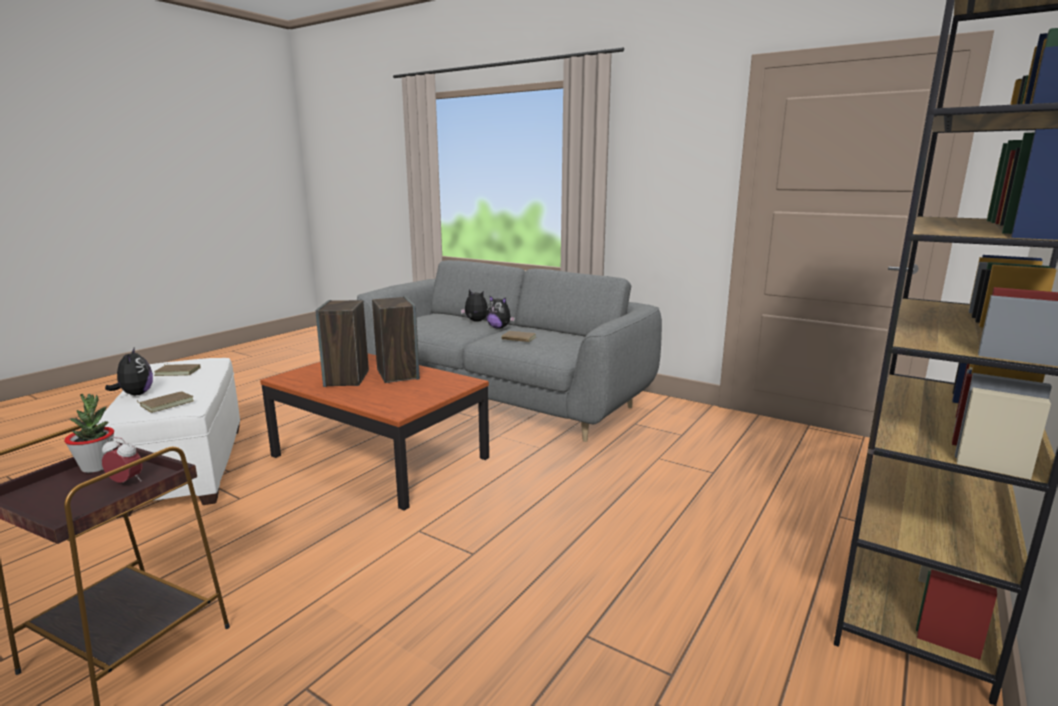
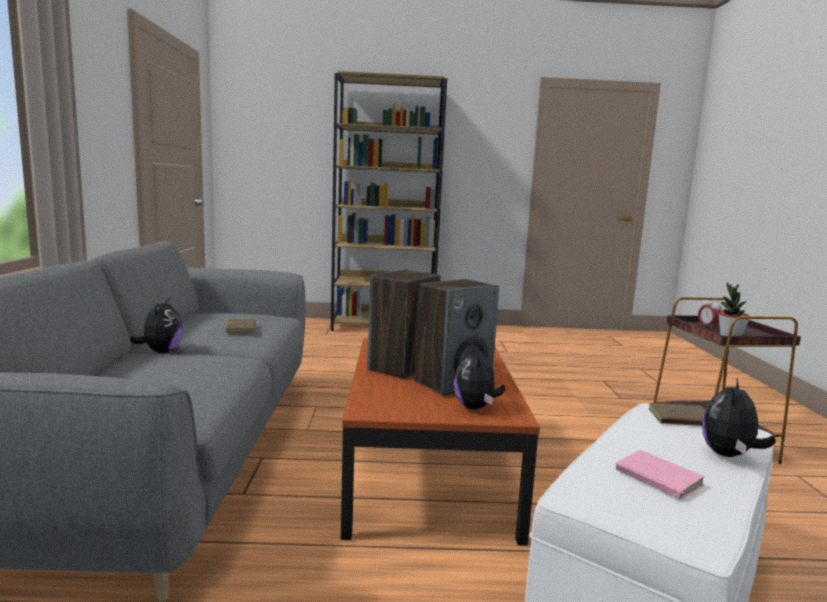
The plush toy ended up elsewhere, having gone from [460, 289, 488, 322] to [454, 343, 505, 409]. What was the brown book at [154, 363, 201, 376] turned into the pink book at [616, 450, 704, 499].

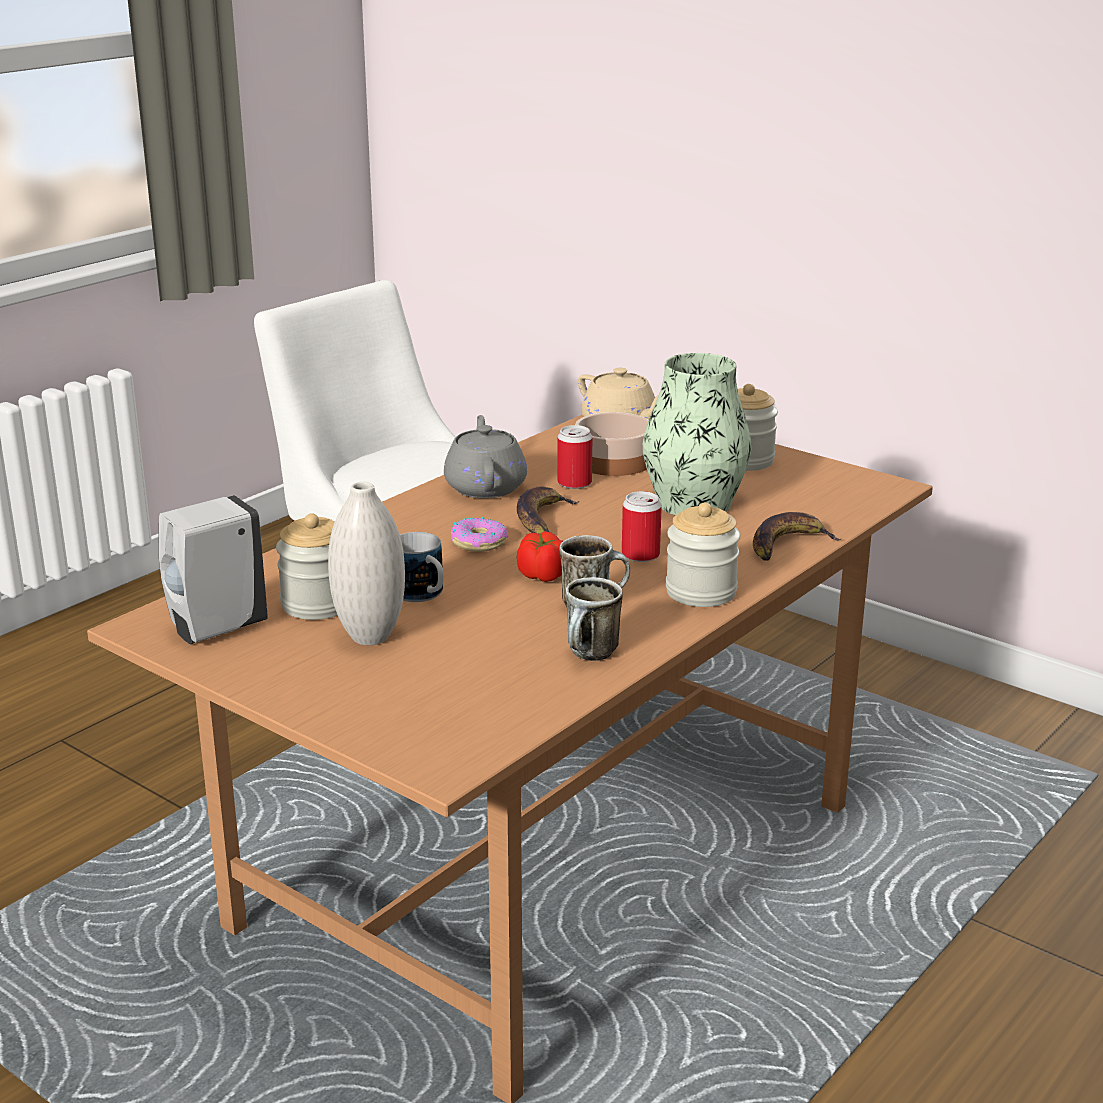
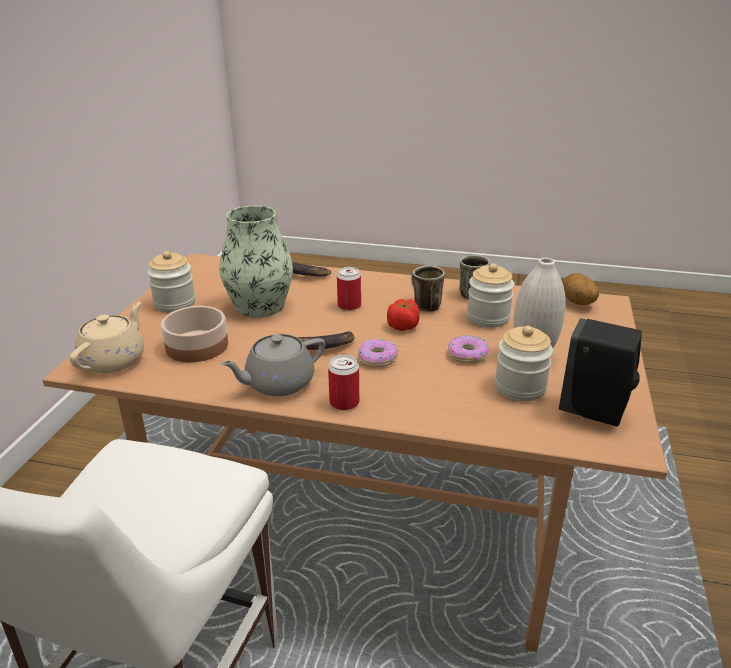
The can ended up elsewhere, having gone from [557, 425, 593, 489] to [328, 355, 359, 411]. What was the white soap dispenser at [159, 495, 268, 644] turned into the black soap dispenser at [559, 318, 642, 426]. The jar ended up elsewhere, having gone from [666, 502, 740, 607] to [467, 263, 514, 328]. Where the mug stood at [400, 532, 444, 602], the donut came to stand at [448, 335, 490, 363]. The second view gained the potato at [563, 273, 599, 305].

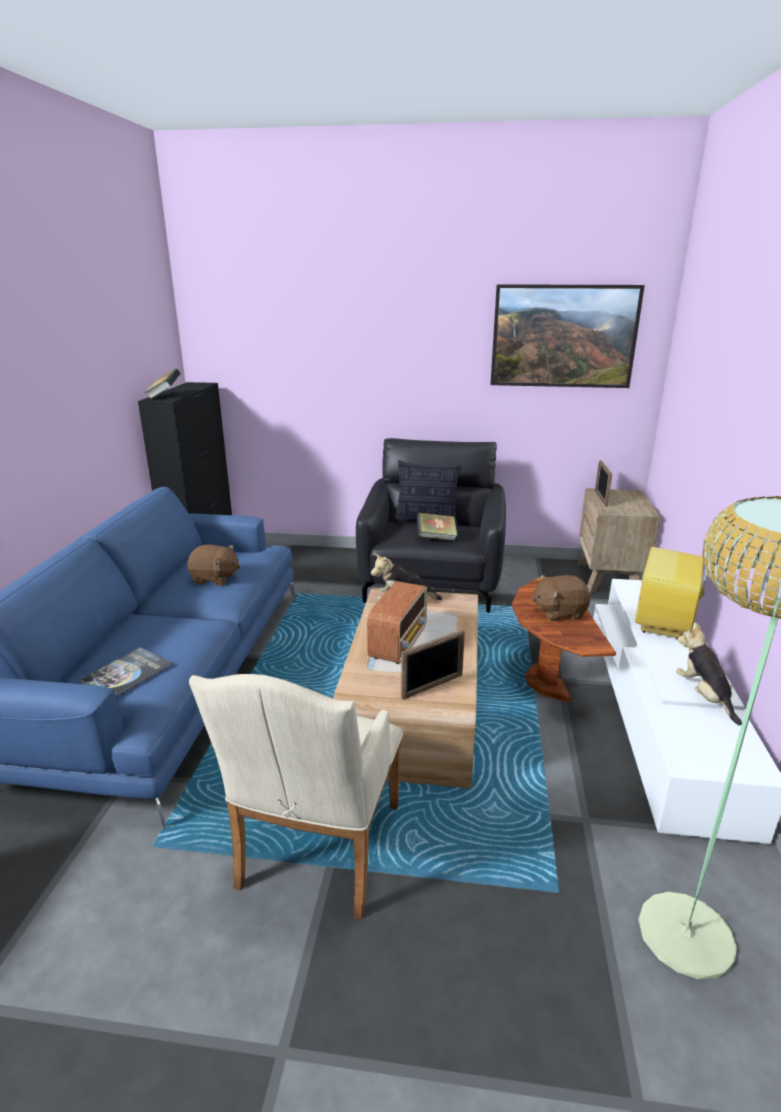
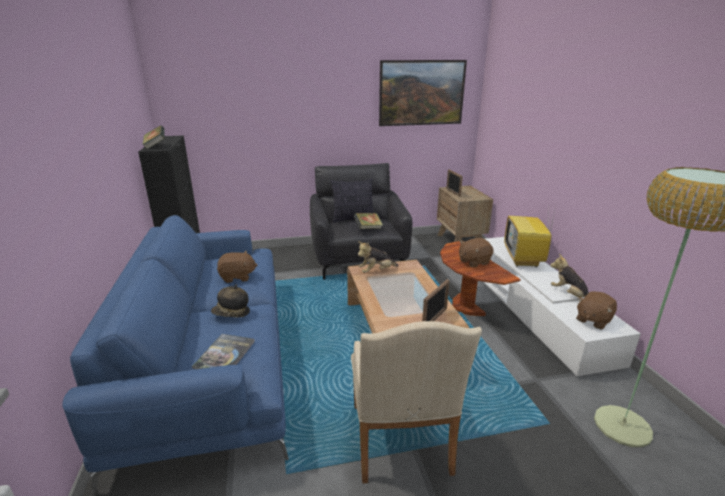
The second view lost the radio at [367, 581, 427, 664]. The second view gained the hat at [211, 284, 250, 317]. The second view gained the brown plush toy at [576, 292, 617, 329].

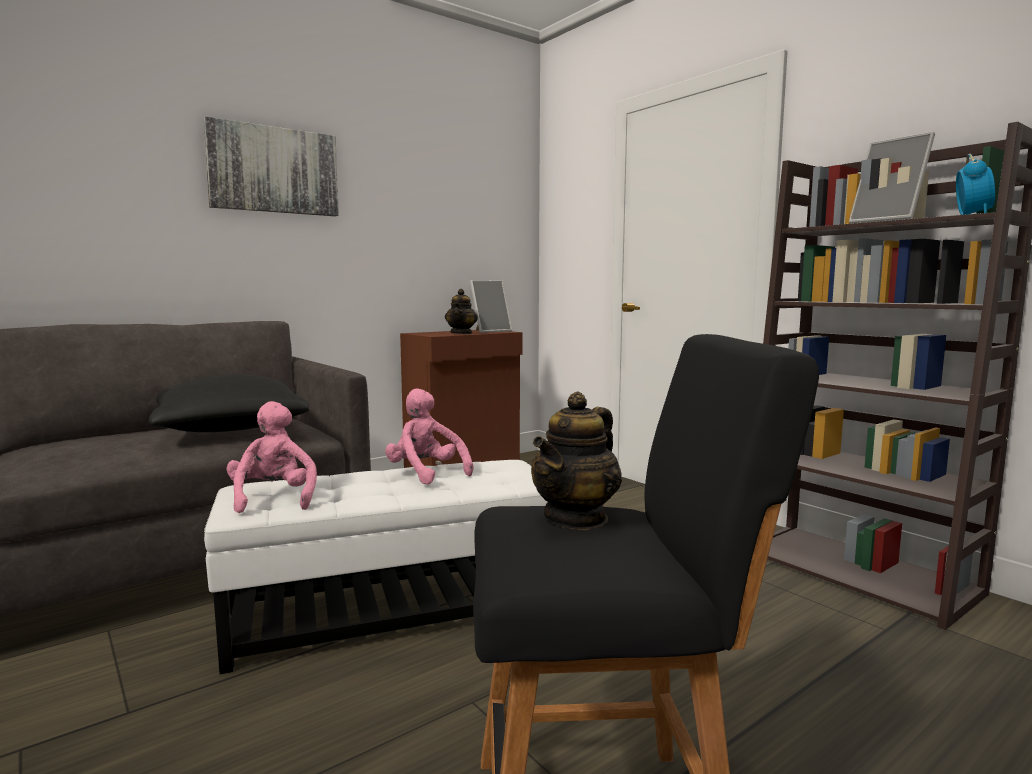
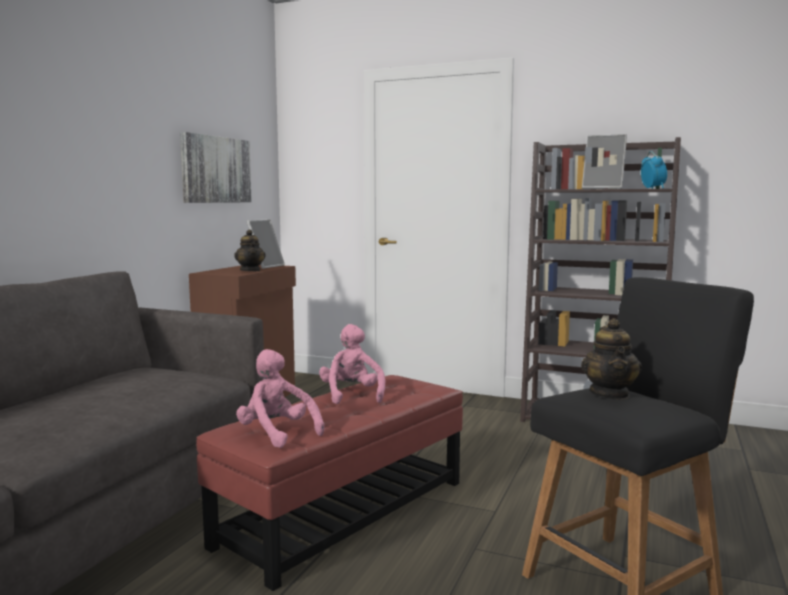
The picture ended up elsewhere, having gone from [203, 116, 339, 216] to [180, 132, 252, 203]. The second view lost the black pillow at [149, 374, 309, 432]. The pink plush toy at [385, 388, 473, 485] ended up facing another way, 60 degrees clockwise from before. What was the white ottoman at [204, 460, 547, 674] turned into the red ottoman at [196, 375, 463, 591].

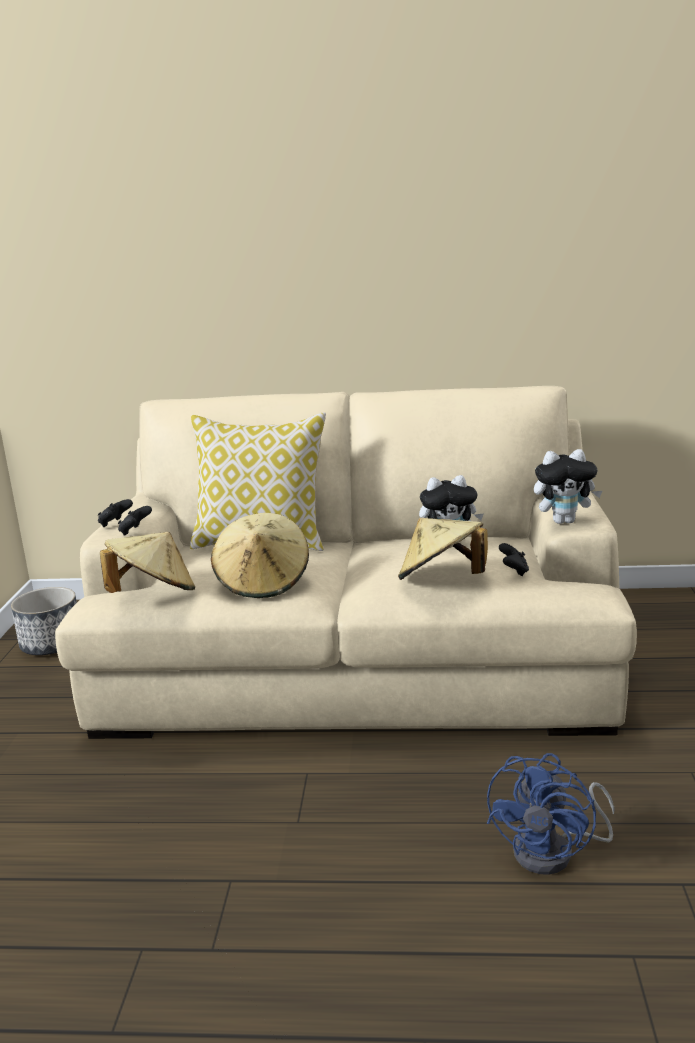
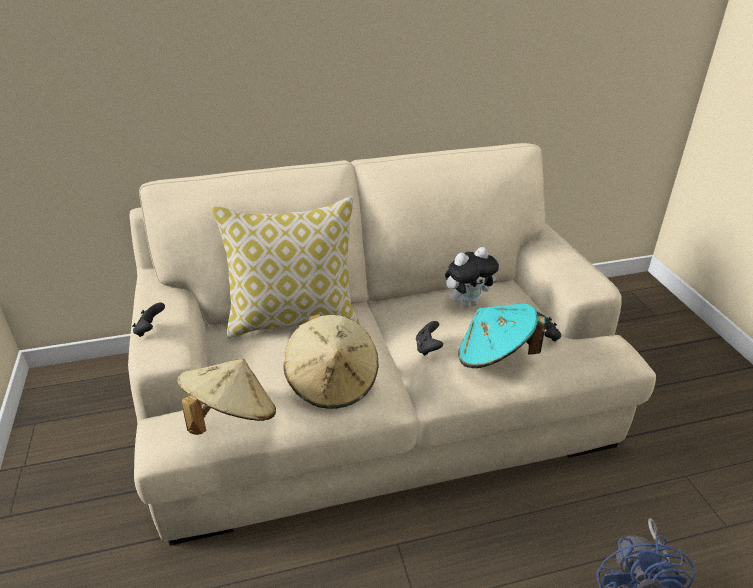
The second view lost the plush toy at [534, 449, 602, 524]. The black game controller ended up elsewhere, having gone from [118, 506, 152, 536] to [416, 321, 443, 356]. What was the beige hat at [398, 518, 488, 580] turned into the turquoise hat at [458, 304, 546, 368]. The second view lost the planter at [11, 587, 77, 655].

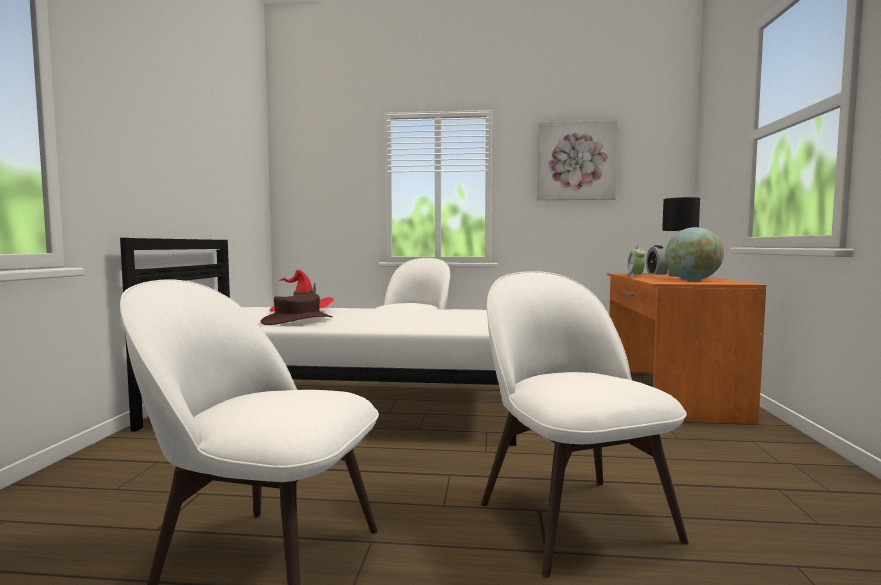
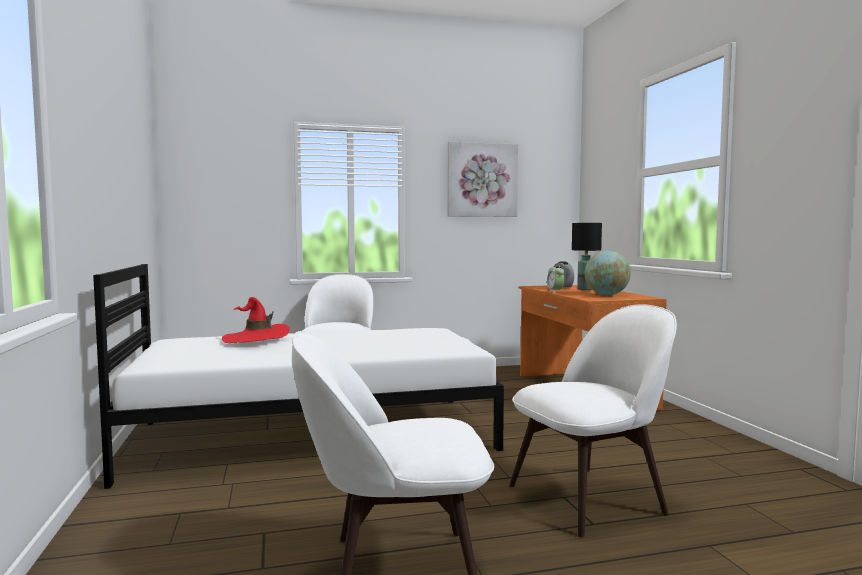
The white chair at [481, 271, 689, 578] ended up facing another way, 105 degrees clockwise from before. The second view lost the brown hat at [261, 293, 333, 325].

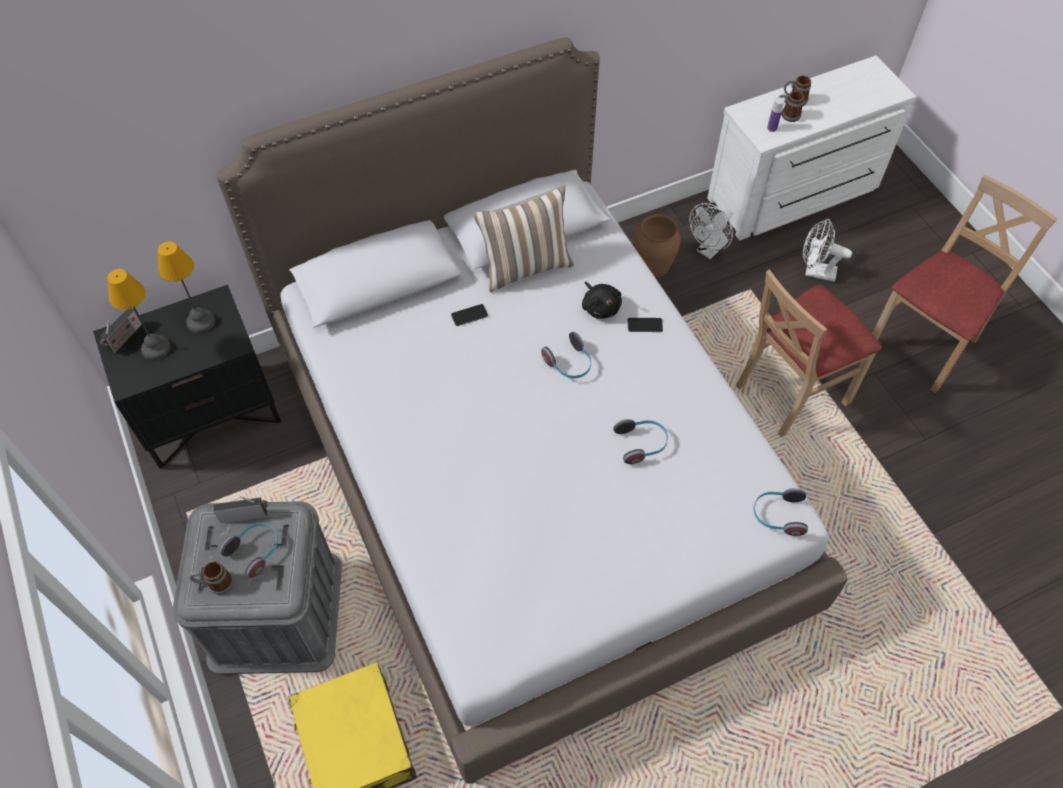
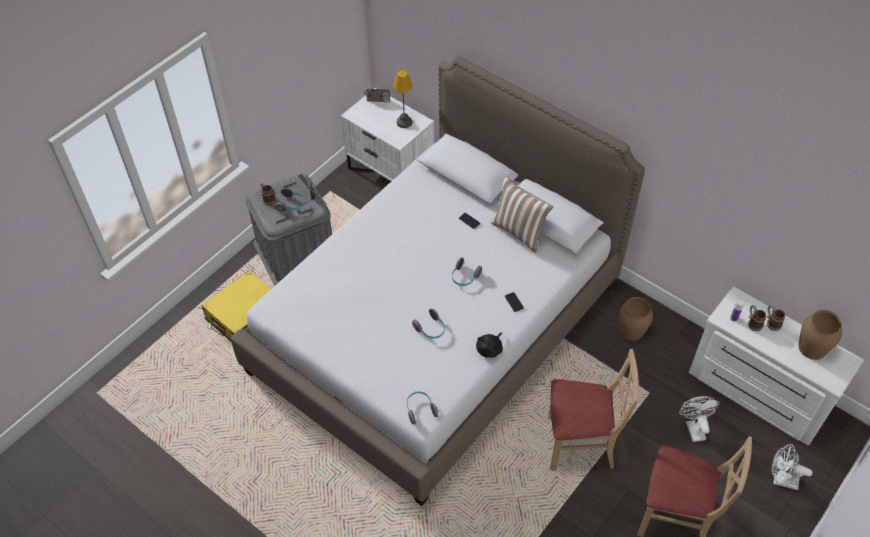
The white fan ended up elsewhere, having gone from [689, 203, 733, 259] to [772, 444, 812, 490]. The second view lost the table lamp at [107, 269, 171, 360]. The beige chair at [736, 269, 882, 437] ended up facing another way, 150 degrees clockwise from before. The black plush toy ended up elsewhere, having gone from [582, 281, 622, 319] to [476, 333, 503, 358]. What was the black nightstand at [93, 285, 281, 469] turned into the white nightstand at [341, 88, 434, 181]. The second view gained the brown vase at [799, 310, 842, 360].

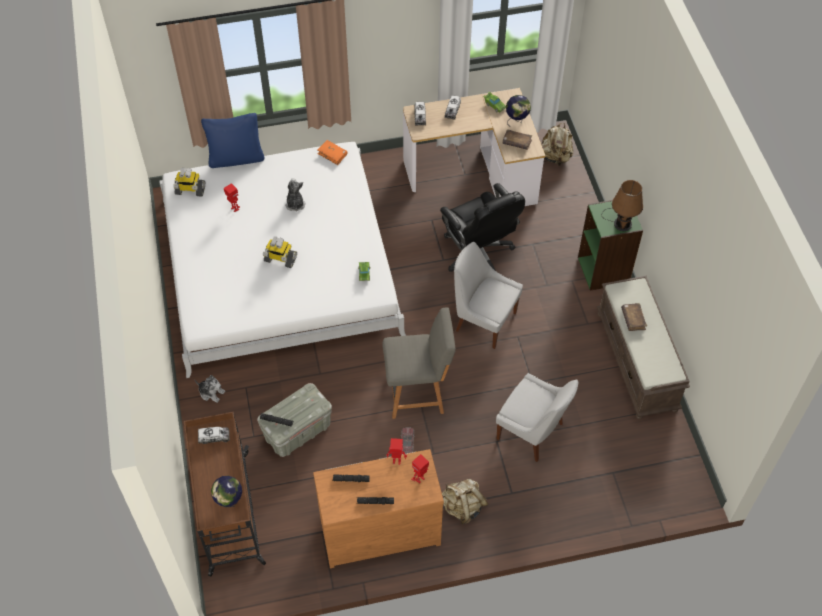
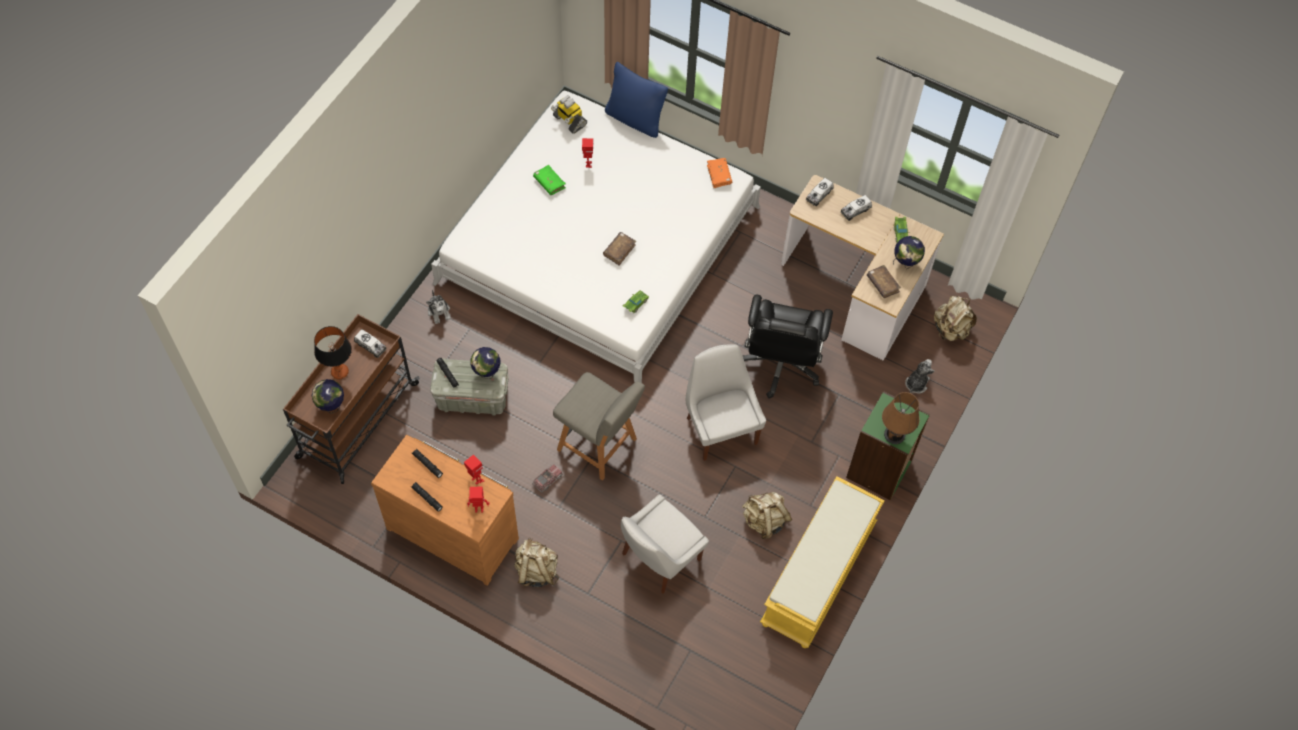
The plush toy ended up elsewhere, having gone from [285, 178, 305, 211] to [905, 359, 935, 394]. The second view lost the toy robot at [263, 237, 297, 268]. What was the brown bench at [597, 276, 690, 420] turned into the yellow bench at [760, 476, 885, 648]. The brown book ended up elsewhere, having gone from [621, 303, 647, 331] to [603, 232, 636, 266]. The white chair at [496, 373, 578, 462] ended up facing another way, 60 degrees clockwise from before. The second view gained the green book at [533, 165, 566, 195]. The second view gained the table lamp at [314, 326, 352, 379]. The second view gained the globe at [470, 347, 501, 379]. The second view gained the beige backpack at [742, 492, 792, 539].

